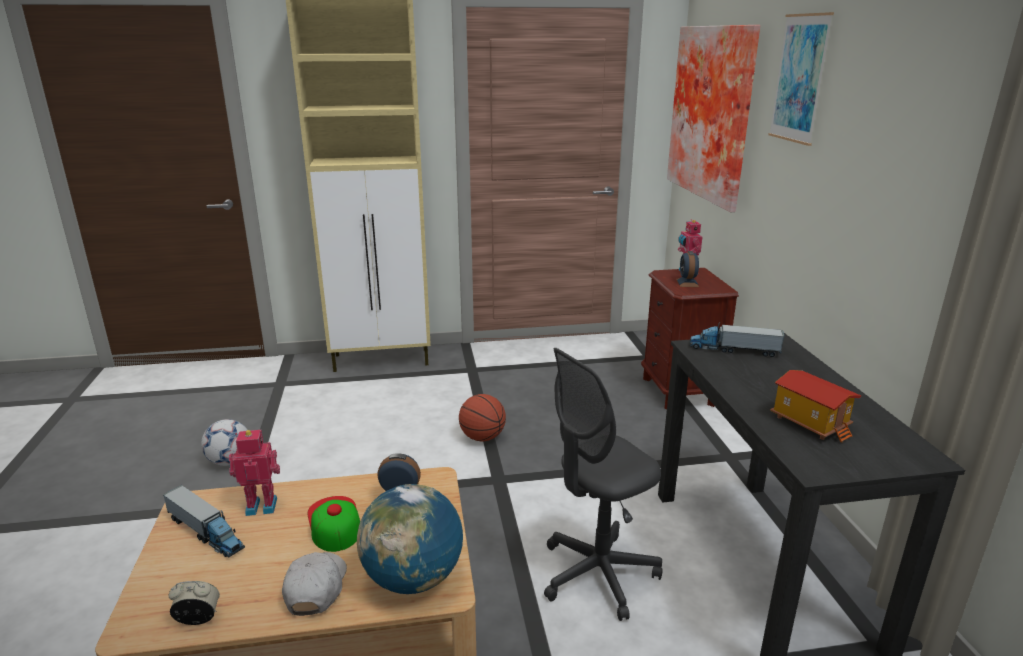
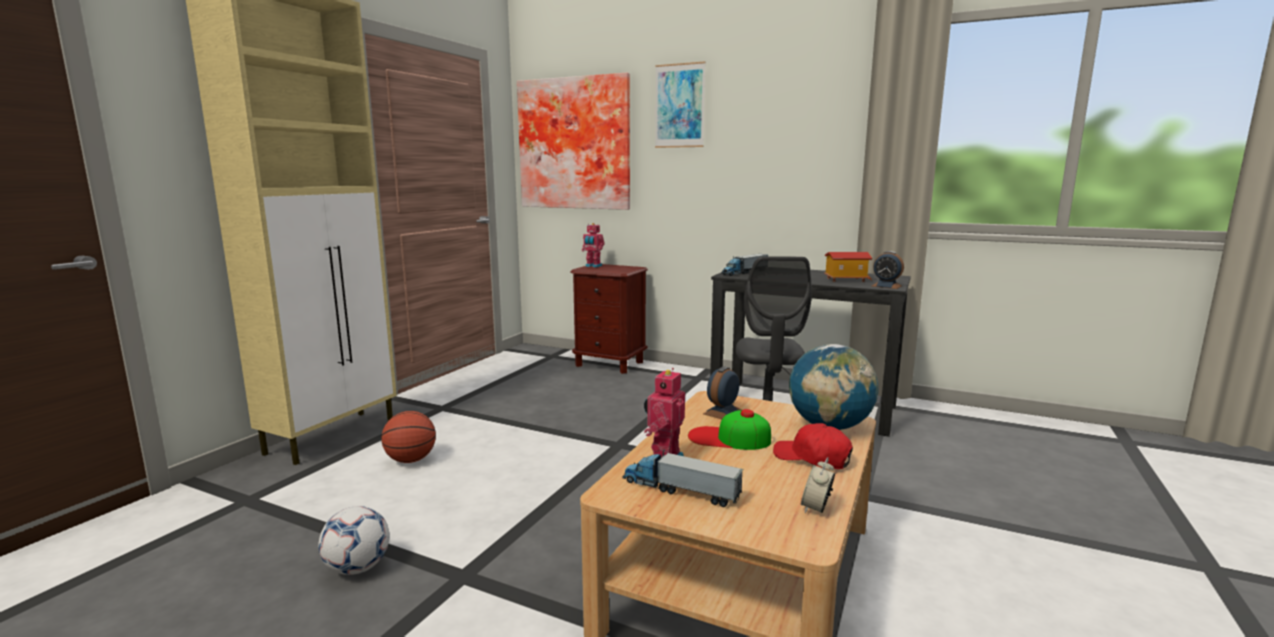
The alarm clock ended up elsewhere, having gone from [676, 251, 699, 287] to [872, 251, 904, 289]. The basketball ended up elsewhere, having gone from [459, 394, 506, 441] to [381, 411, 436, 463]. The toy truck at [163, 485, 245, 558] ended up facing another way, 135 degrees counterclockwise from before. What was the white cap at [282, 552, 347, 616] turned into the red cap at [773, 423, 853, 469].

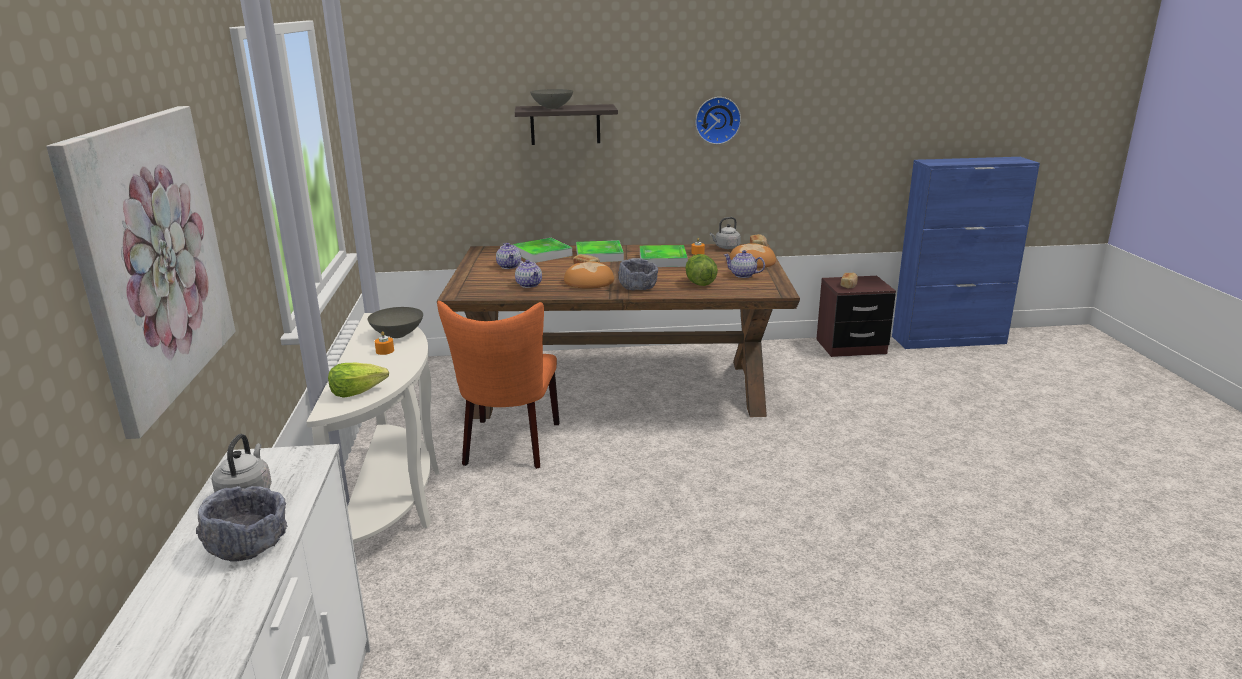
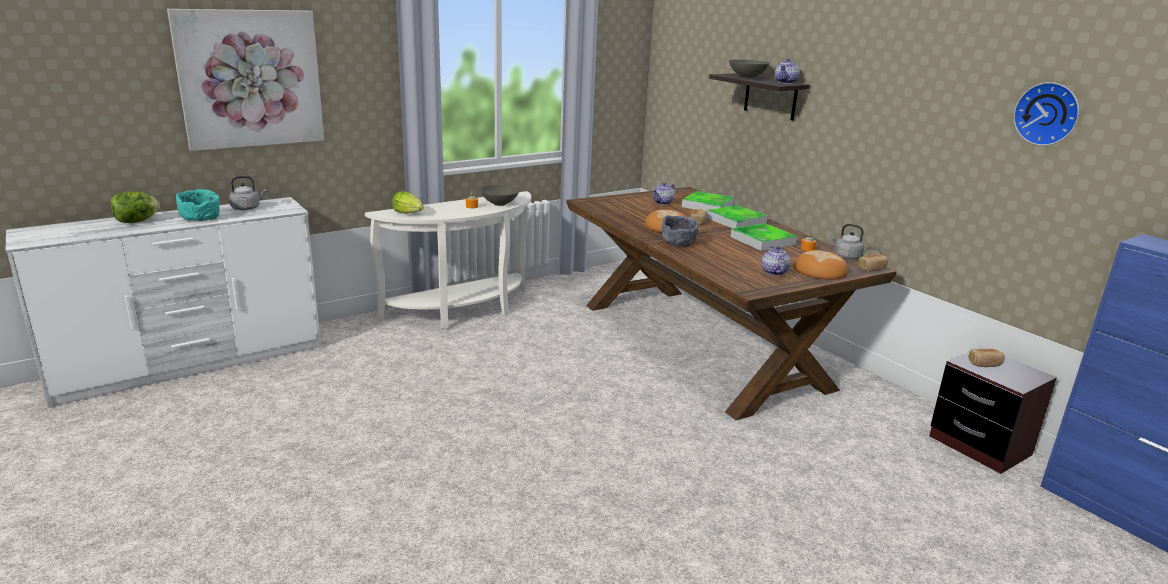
The wall clock ended up elsewhere, having gone from [695, 97, 741, 144] to [1013, 82, 1079, 146]. The lettuce ended up elsewhere, having gone from [685, 254, 718, 286] to [111, 191, 160, 223]. The teapot ended up elsewhere, having gone from [515, 260, 542, 288] to [775, 58, 800, 84]. The second view lost the orange chair at [437, 301, 560, 469]. What was the grey bowl at [196, 486, 287, 562] turned into the turquoise bowl at [176, 189, 220, 221].

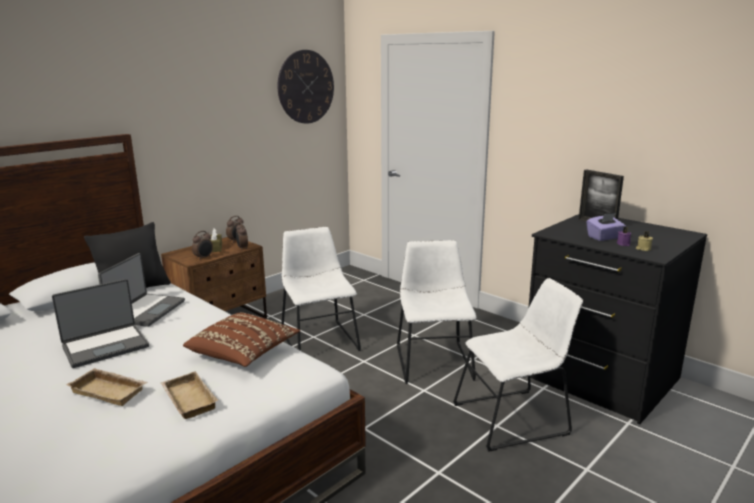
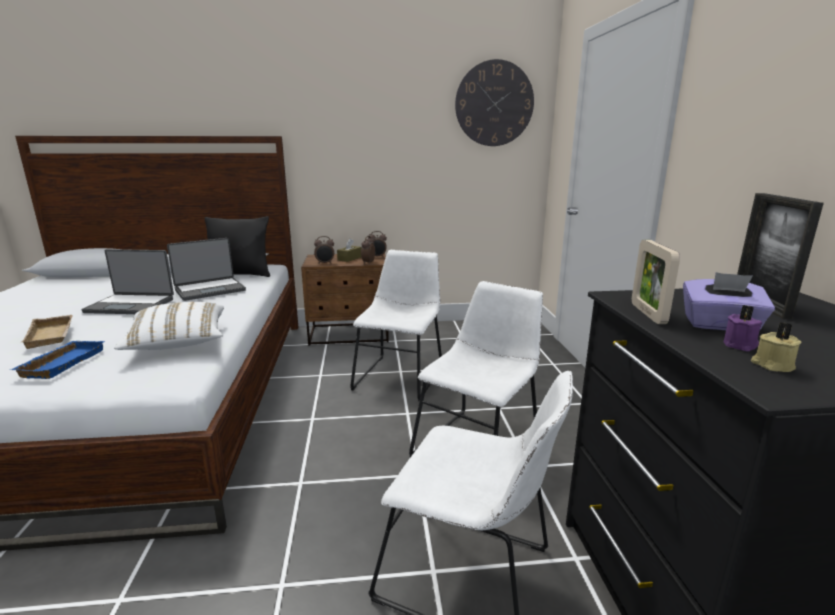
What was the brown pillow at [183, 312, 300, 367] turned into the white pillow at [114, 302, 224, 350]. What was the beige tray at [161, 371, 218, 419] turned into the blue tray at [10, 341, 105, 379]. The second view gained the picture frame at [632, 240, 680, 324].

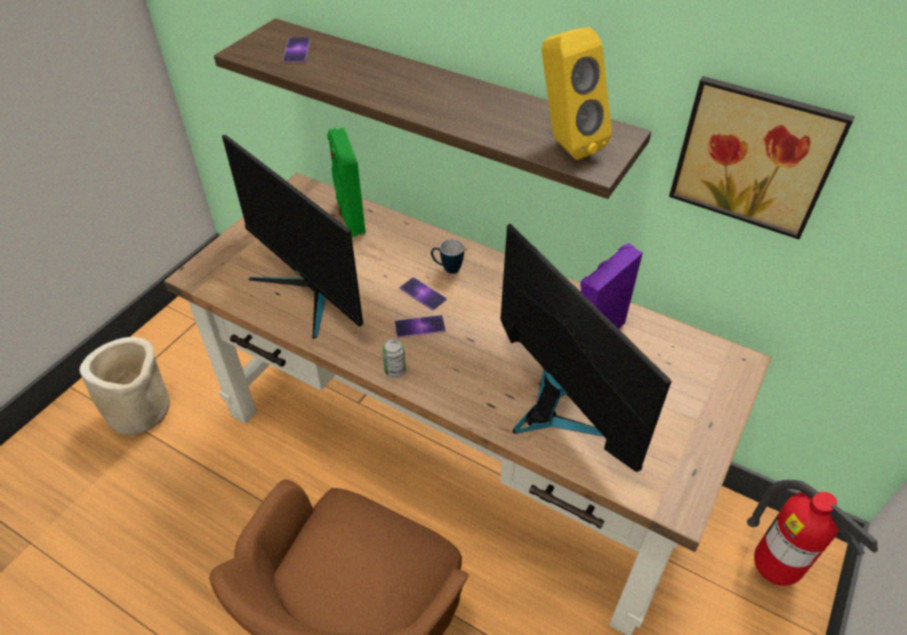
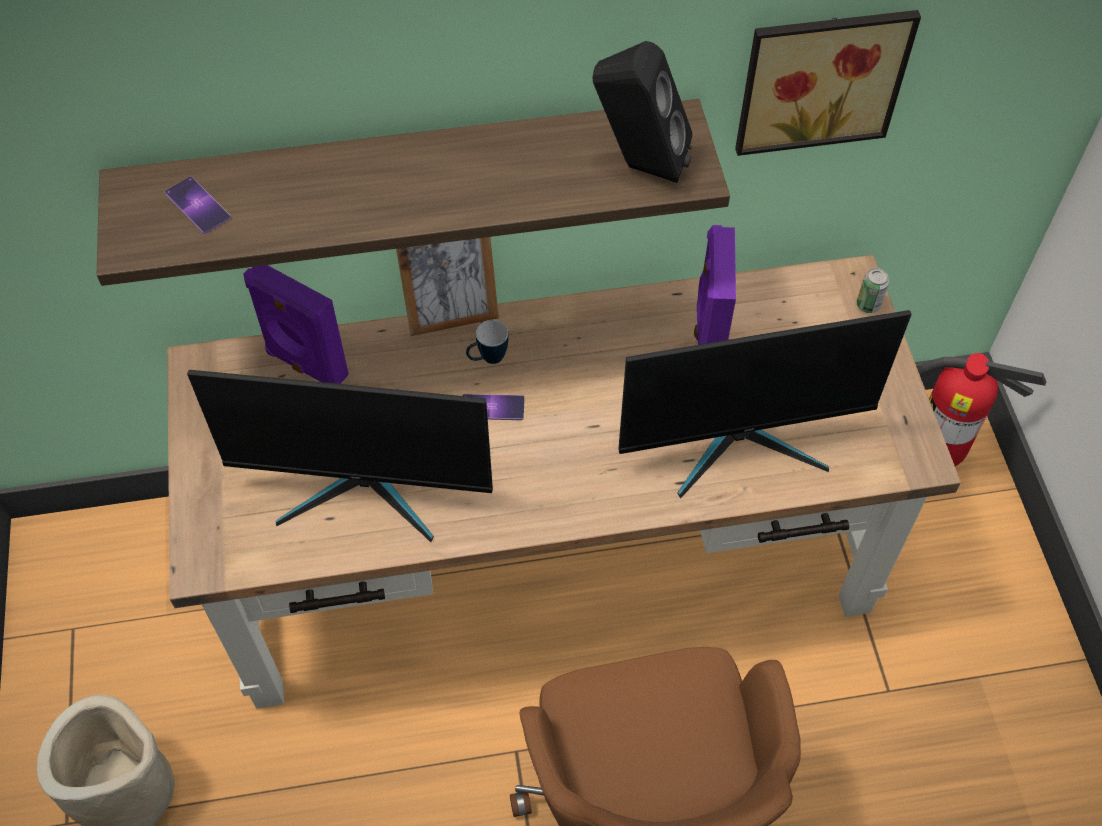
What was the yellow speaker at [542, 27, 612, 160] turned into the black speaker at [593, 41, 692, 183]. What was the green speaker at [327, 128, 366, 237] turned into the purple speaker at [243, 265, 349, 384]. The monitor at [500, 224, 672, 472] ended up facing another way, 150 degrees clockwise from before. The second view lost the phone at [395, 315, 445, 338]. The can ended up elsewhere, having gone from [382, 338, 406, 378] to [857, 268, 889, 313]. The second view gained the picture frame at [396, 237, 499, 336].

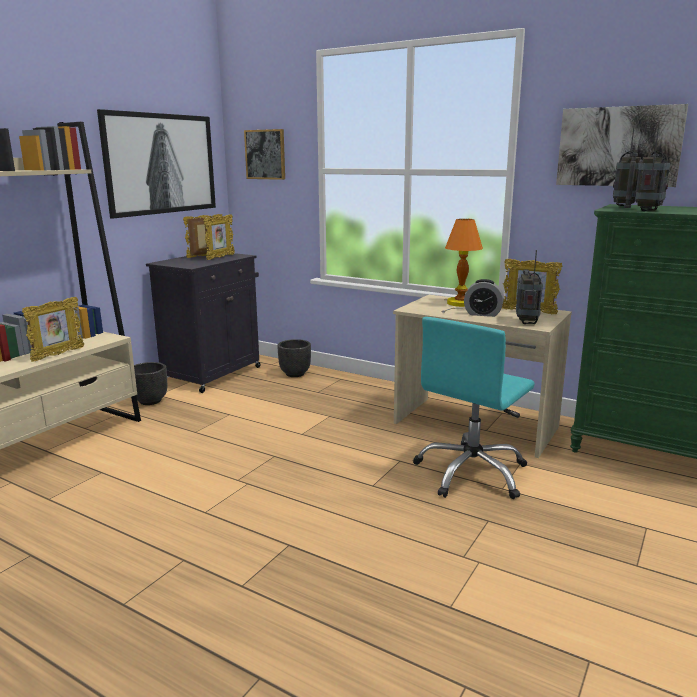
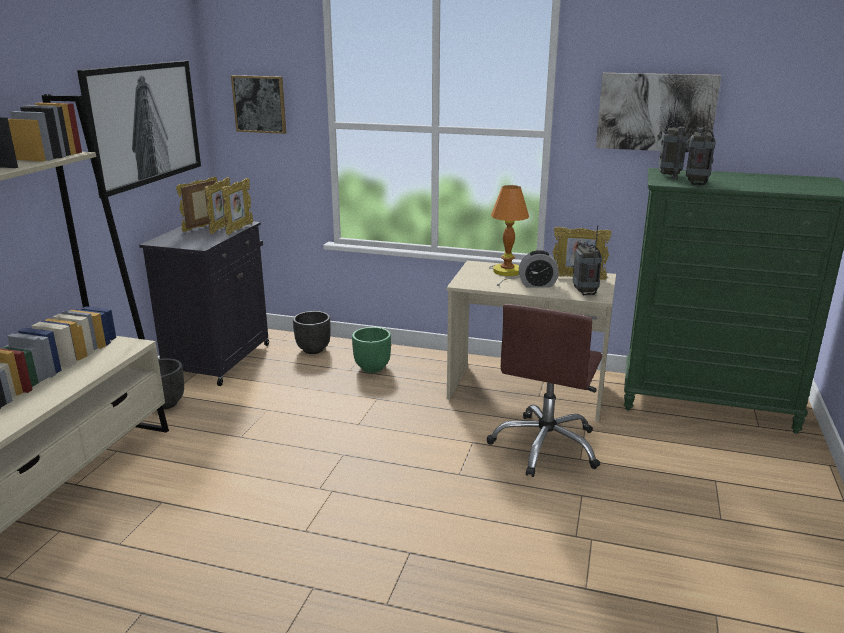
The picture frame ended up elsewhere, having gone from [22, 297, 84, 362] to [222, 178, 253, 235]. What was the turquoise office chair at [413, 317, 535, 499] turned into the brown office chair at [487, 304, 602, 477]. The second view gained the green planter at [352, 327, 391, 373].

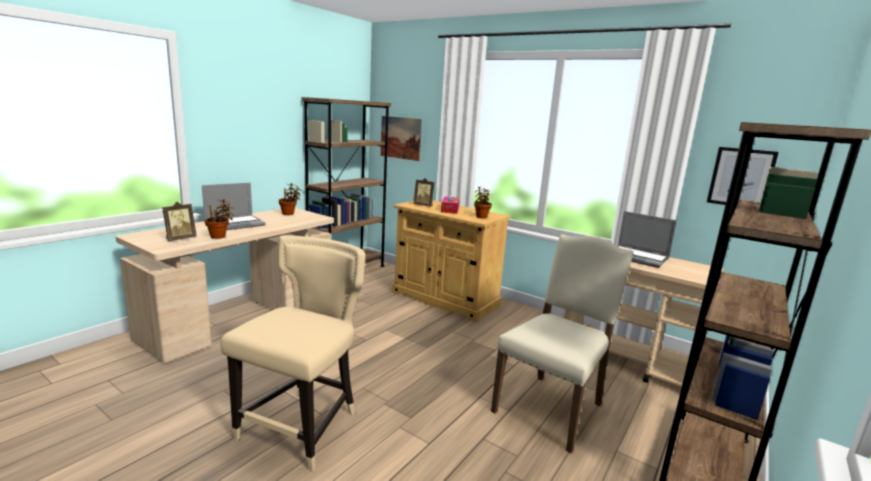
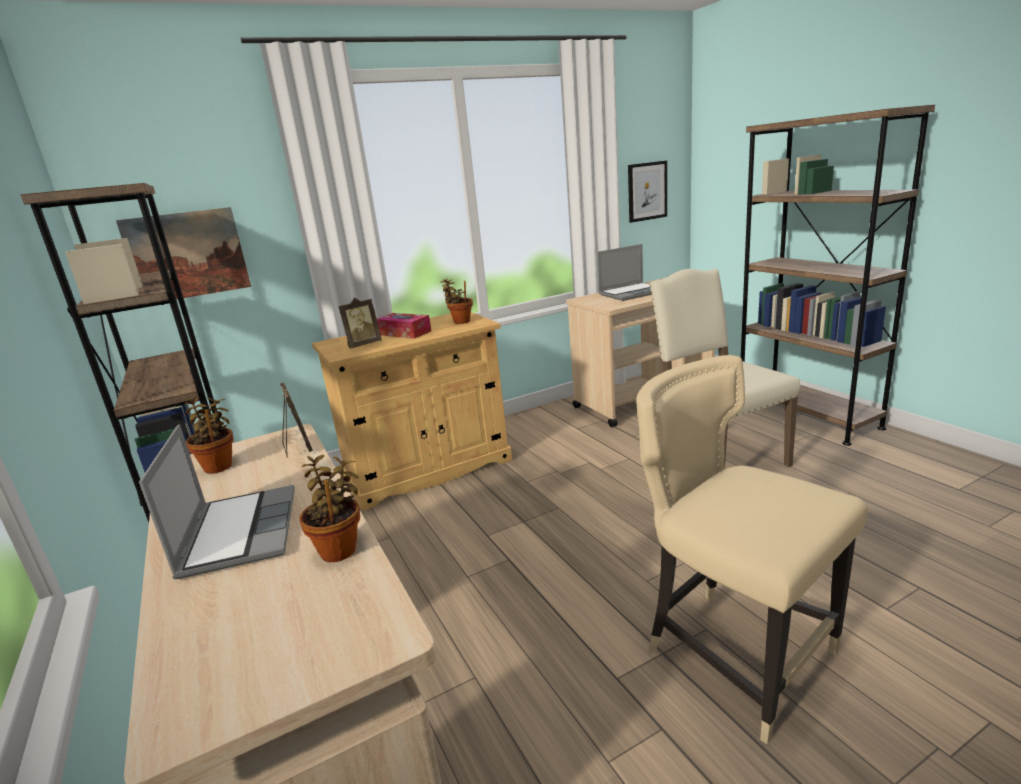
The picture frame ended up elsewhere, having gone from [162, 202, 197, 241] to [280, 382, 313, 458].

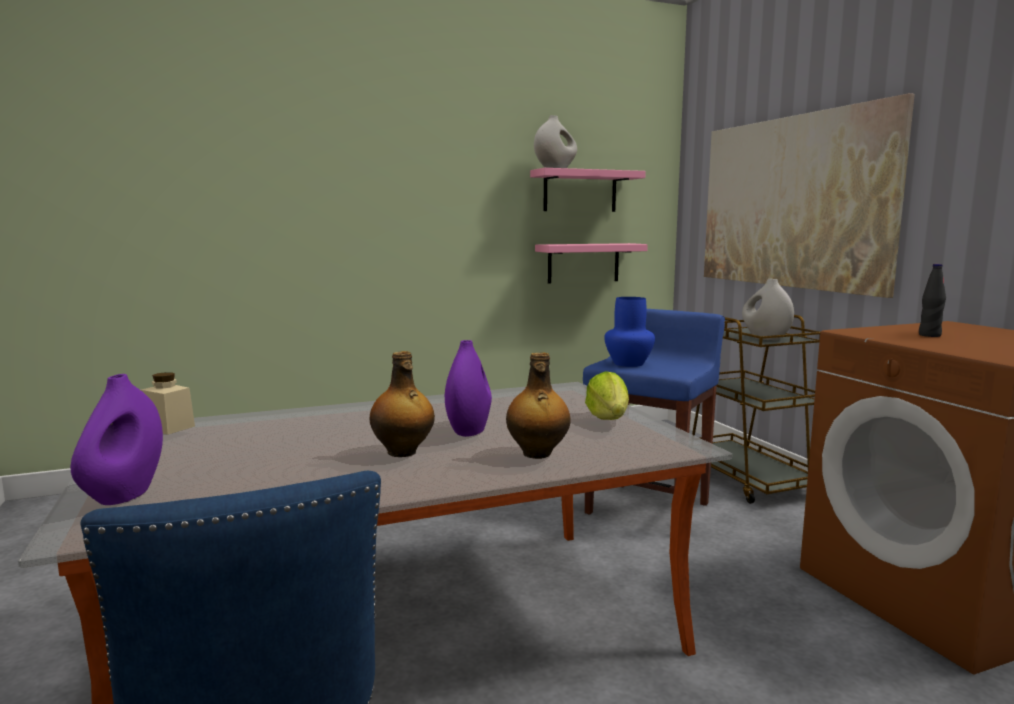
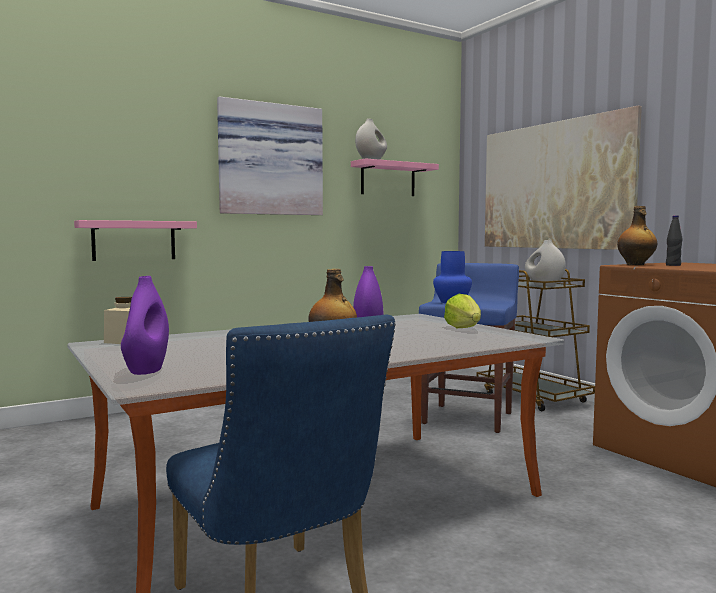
The pink shelf ended up elsewhere, having gone from [535, 243, 648, 284] to [74, 220, 197, 261]. The bottle ended up elsewhere, having gone from [506, 352, 571, 459] to [617, 206, 657, 265]. The second view gained the picture at [217, 96, 323, 215].

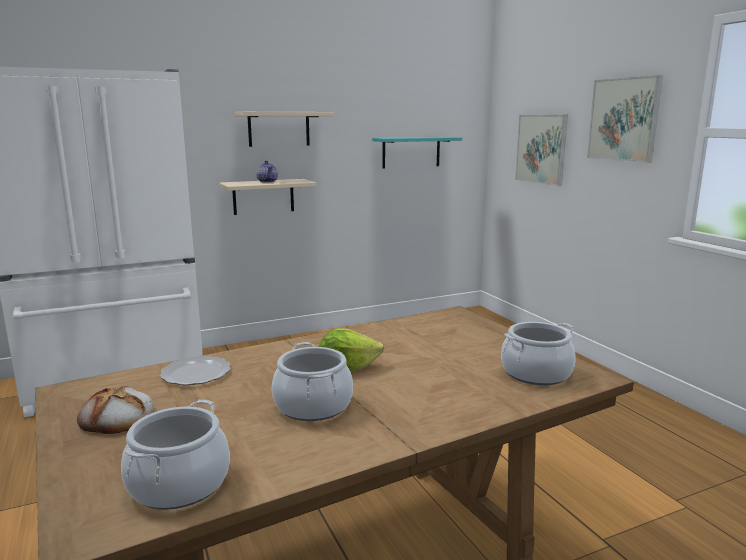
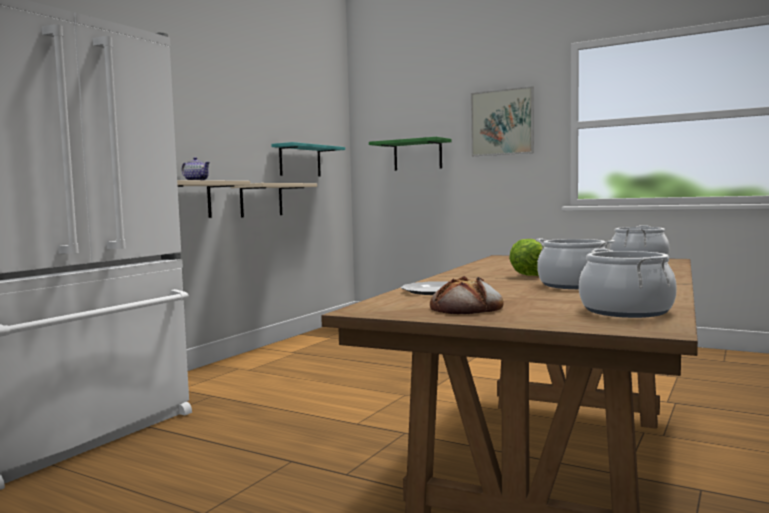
The beige shelf ended up elsewhere, having gone from [235, 112, 334, 147] to [231, 183, 317, 218]. Where the picture hung at [515, 115, 568, 186], the green shelf came to hang at [369, 137, 452, 171].

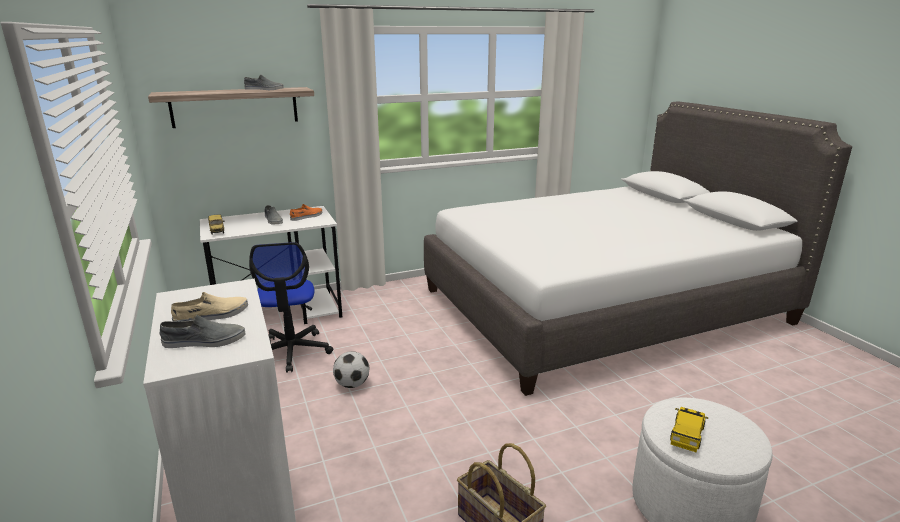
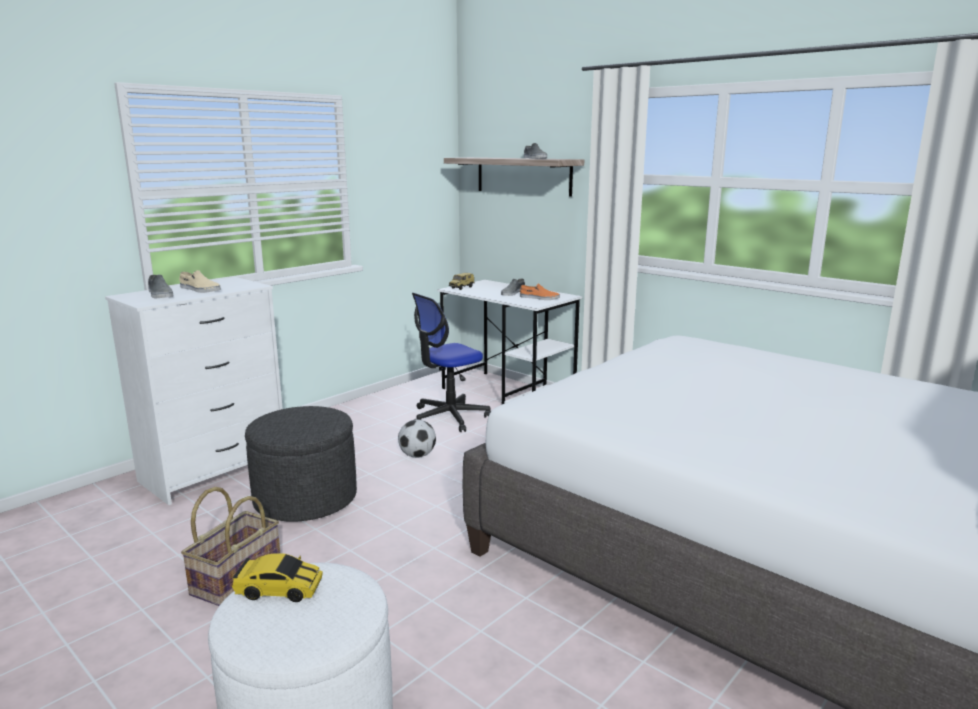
The second view gained the grey ottoman at [245, 406, 357, 522].

